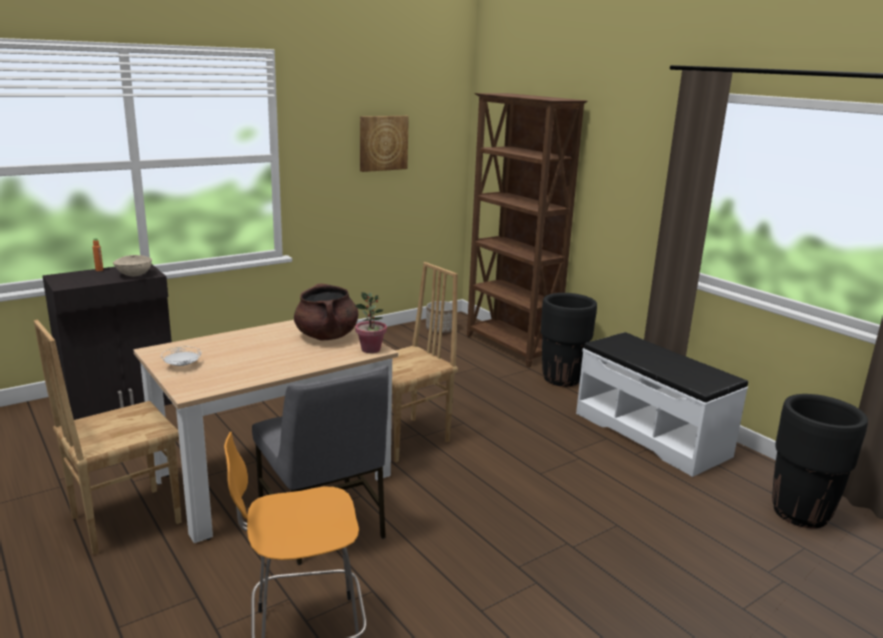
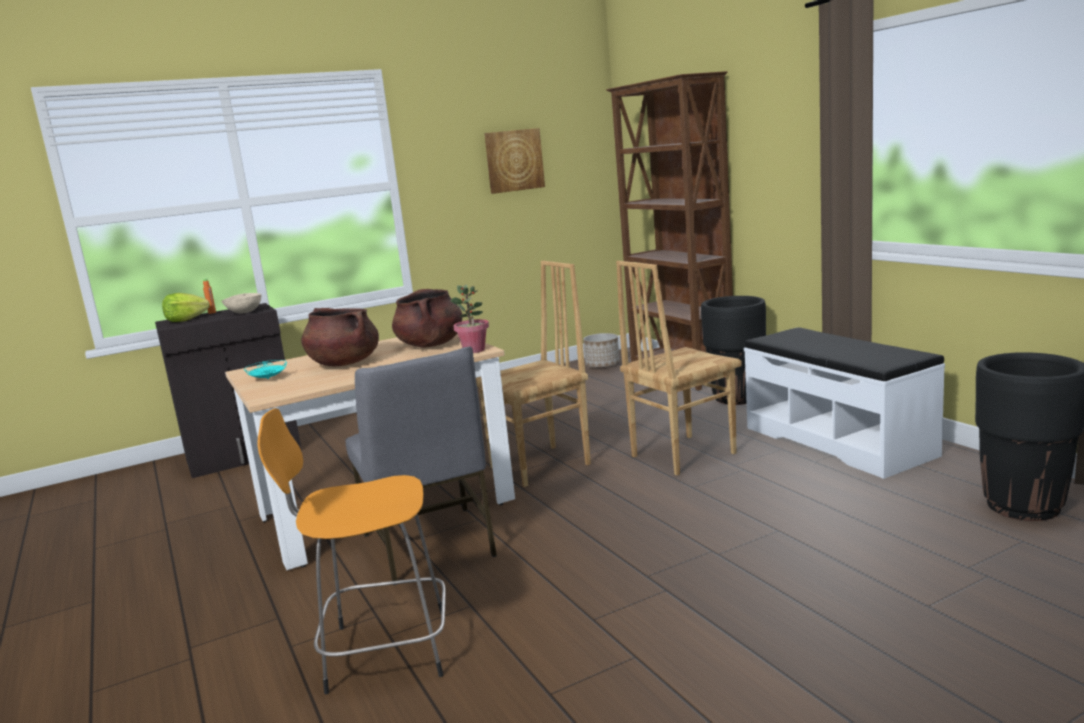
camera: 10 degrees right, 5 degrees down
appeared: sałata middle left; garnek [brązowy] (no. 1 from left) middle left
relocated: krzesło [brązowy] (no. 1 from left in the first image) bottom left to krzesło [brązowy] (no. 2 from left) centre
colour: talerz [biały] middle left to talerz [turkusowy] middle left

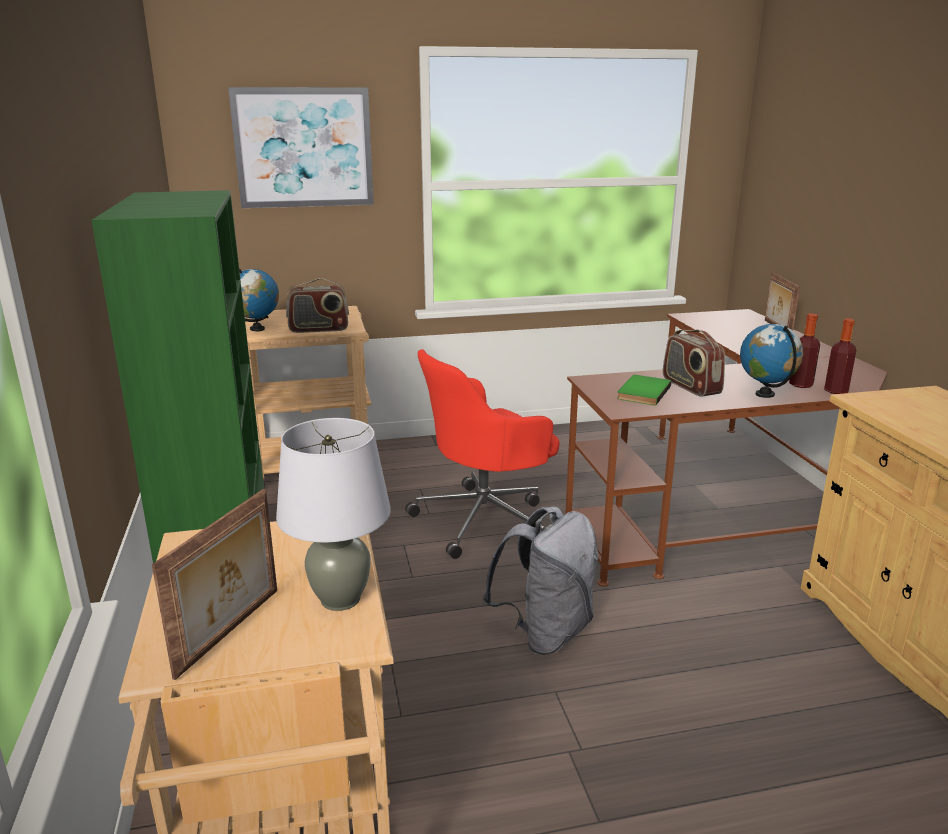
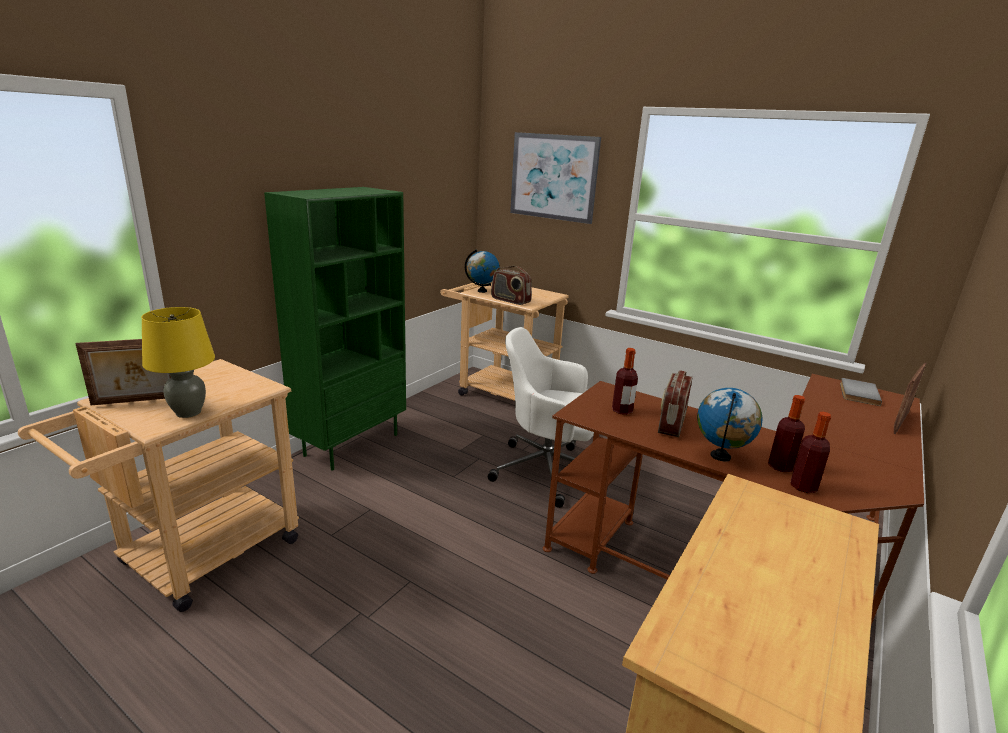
camera: 45 degrees right, 0 degrees up
missing: plecak [szary] bottom centre
appeared: książka [szary] middle right
exchanged: książka [zielony] middle right to butelka (no. 1 from left) centre
colour: lampa stołowa [szary] centre to lampa stołowa [żółty] middle left; krzesło biurowe [czerwony] centre to krzesło biurowe [biały] centre

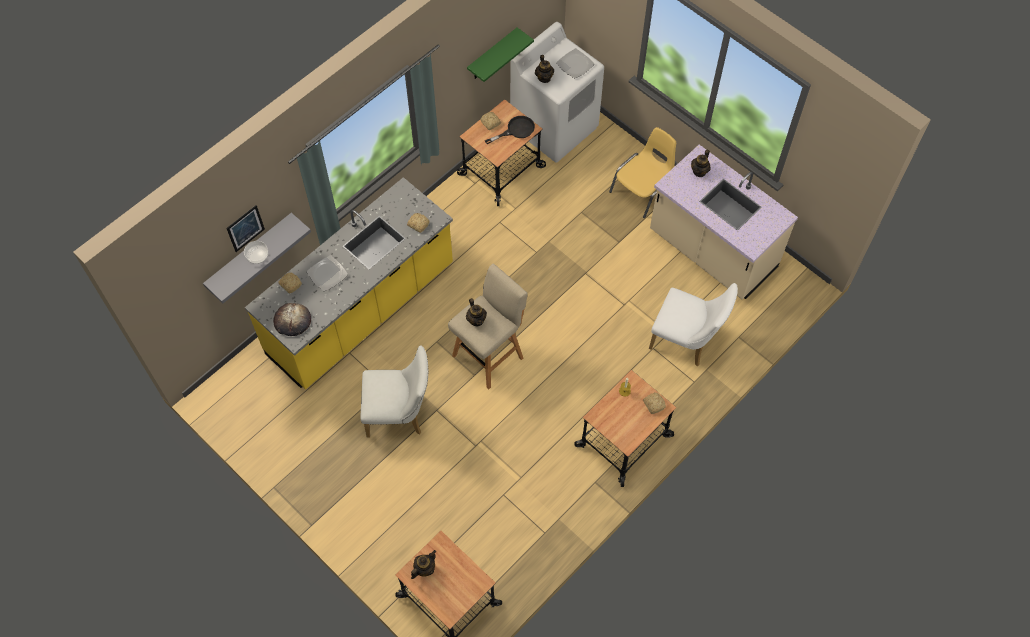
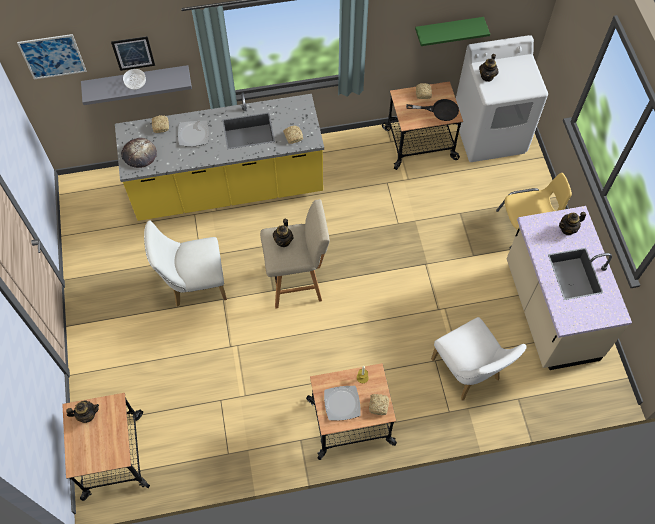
camera: 35 degrees right, 0 degrees up
appeared: obraz (no. 1 from left) top left
relocated: talerz (no. 2 from left) top centre to bottom centre
spun: krzesło [biały] (no. 1 from left) centre = middle left 135 degrees clockwise

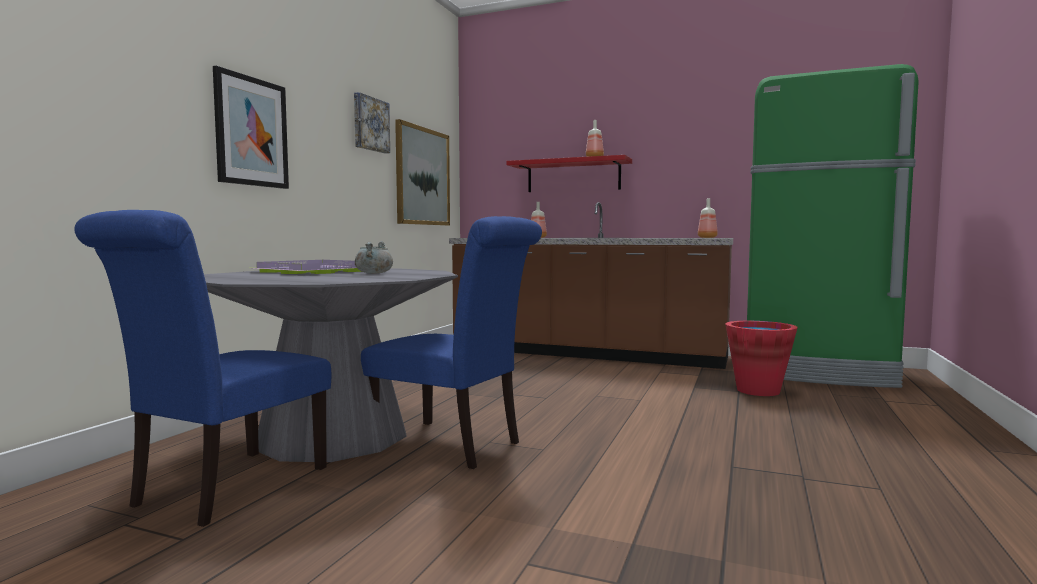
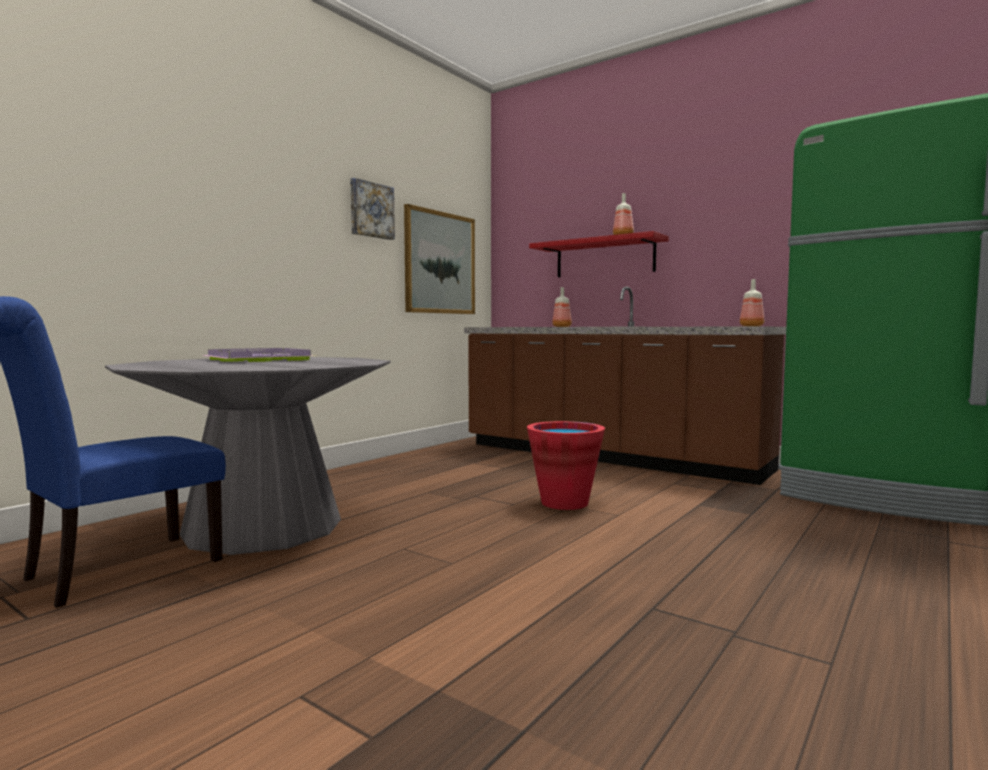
camera: 15 degrees right, 0 degrees up
missing: obraz (no. 1 from left) top left; garnek [szary] centre; krzesło [niebieski] (no. 2 from left) centre
relocated: wiadro [czerwony] middle right to centre

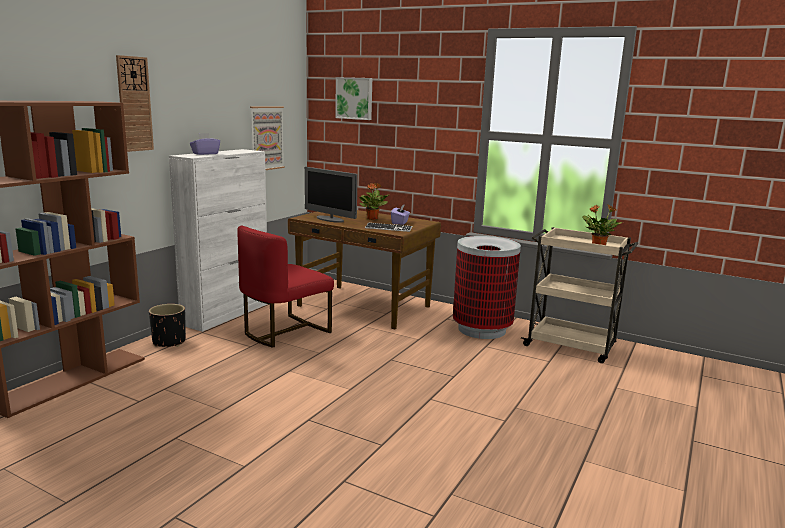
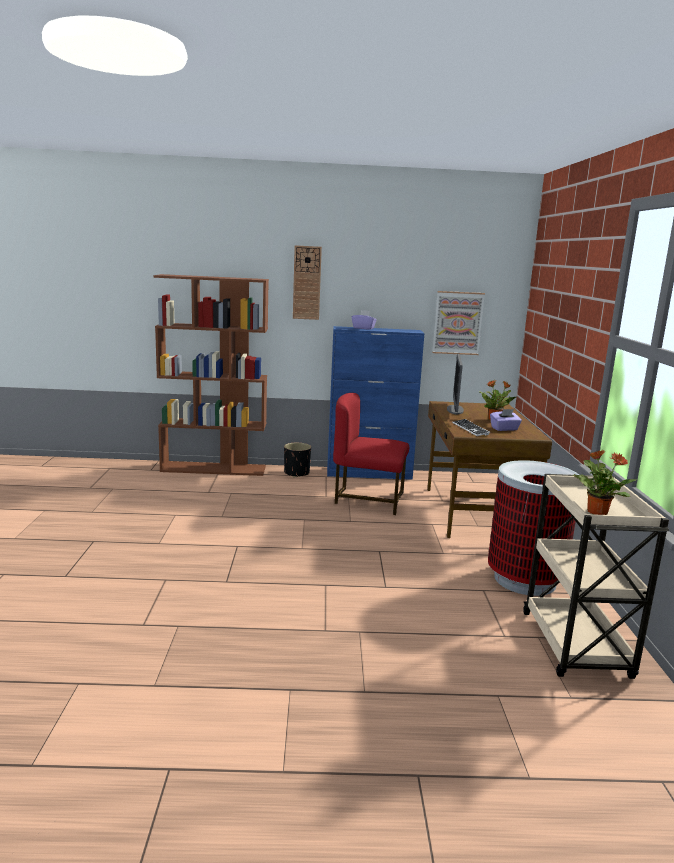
camera: 60 degrees right, 0 degrees up
missing: obraz (no. 2 from left) top centre
colour: szafka [biały] middle left to szafka [niebieski] centre

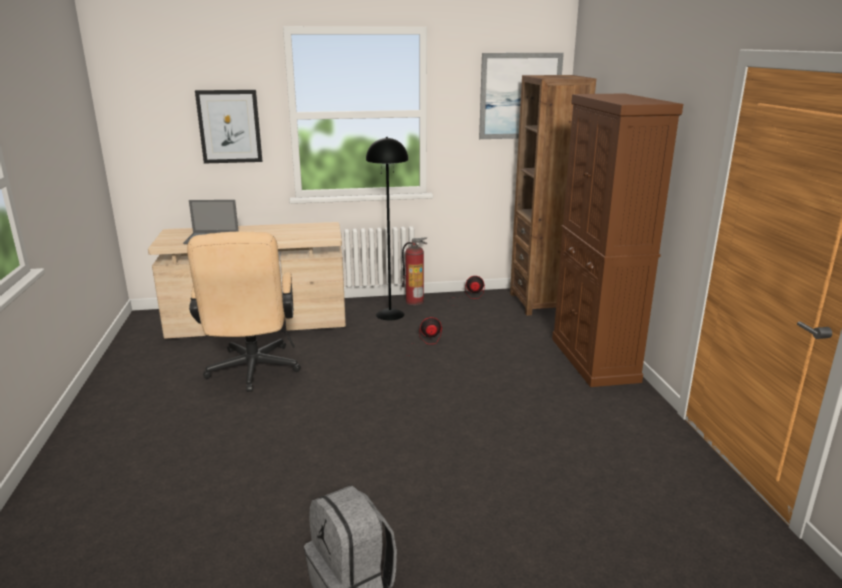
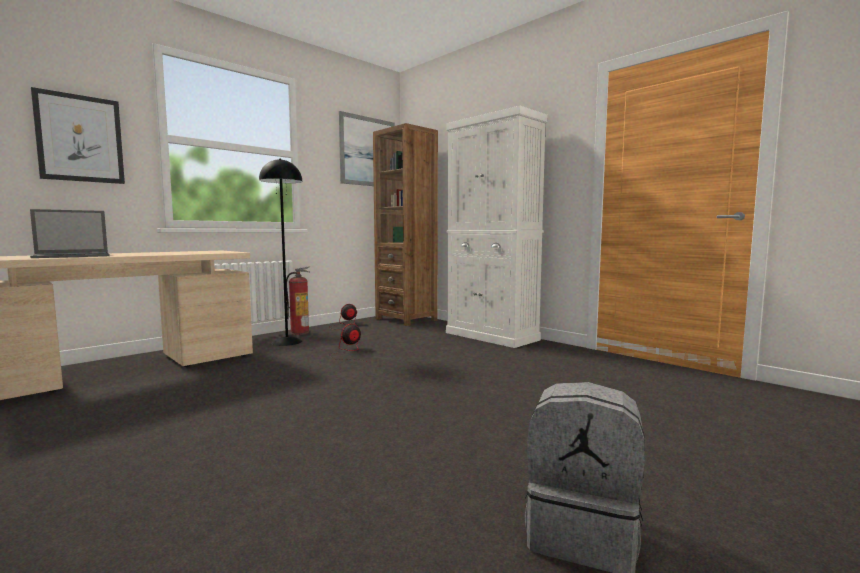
camera: 35 degrees left, 15 degrees down
missing: krzesło biurowe [beżowy] middle left
colour: szafka [brązowy] middle right to szafka [biały] centre

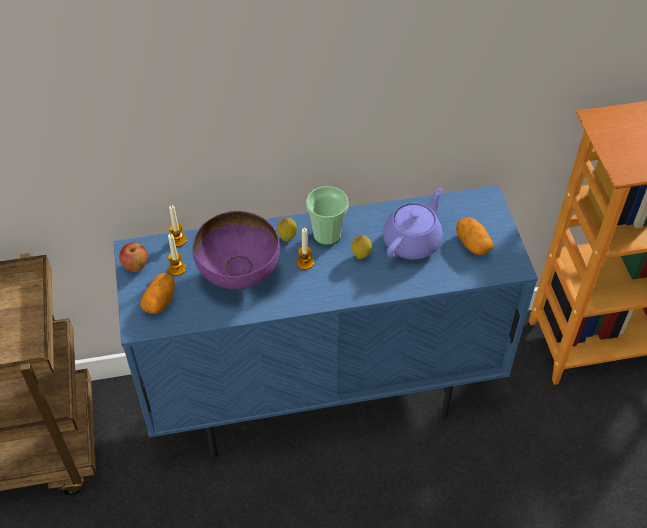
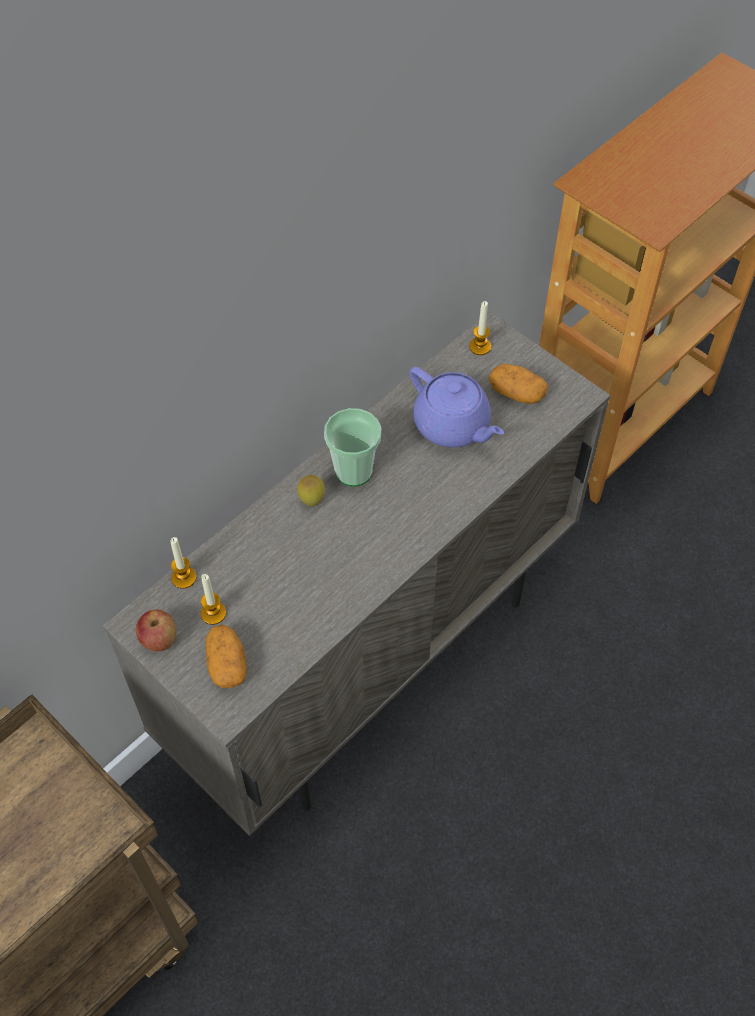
camera: 35 degrees left, 5 degrees up
missing: miska [fioletowy] centre; cytryna (no. 2 from left) centre
relocated: świeca (no. 3 from left) centre to top centre
colour: szafka [niebieski] centre to szafka [beżowy] centre
spun: imbryk [fioletowy] centre = centre 135 degrees clockwise

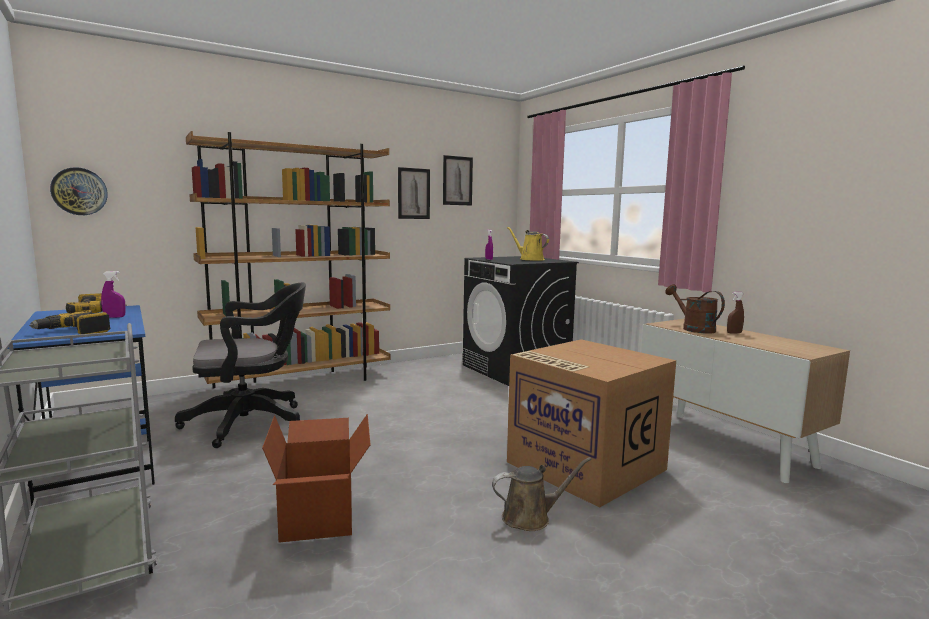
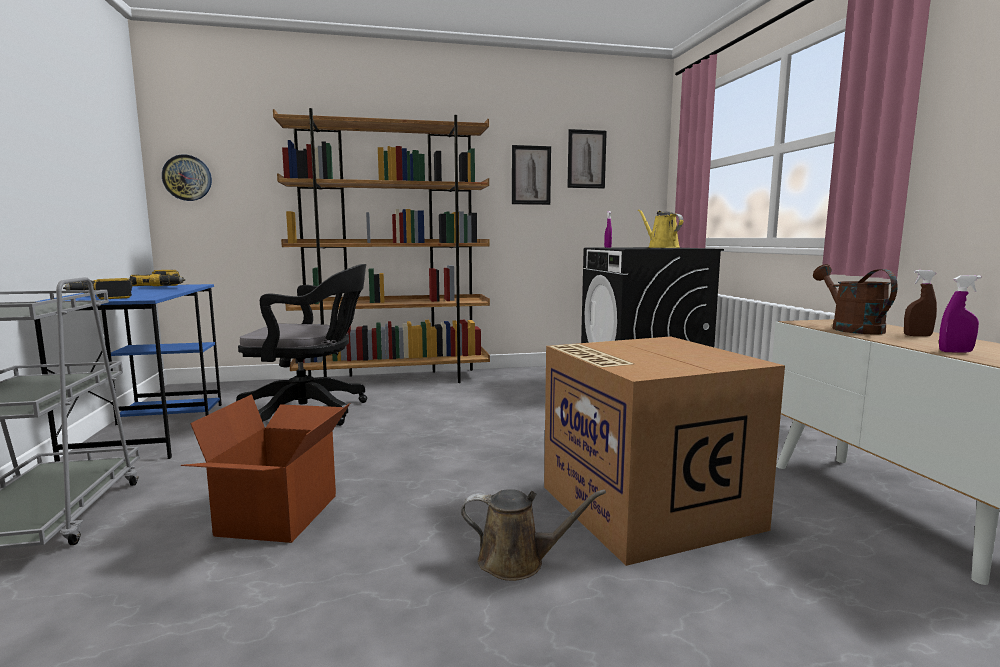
camera: 20 degrees right, 0 degrees up
relocated: spryskiwacz [fioletowy] (no. 1 from left in the first image) middle left to spryskiwacz [fioletowy] (no. 2 from left) middle right

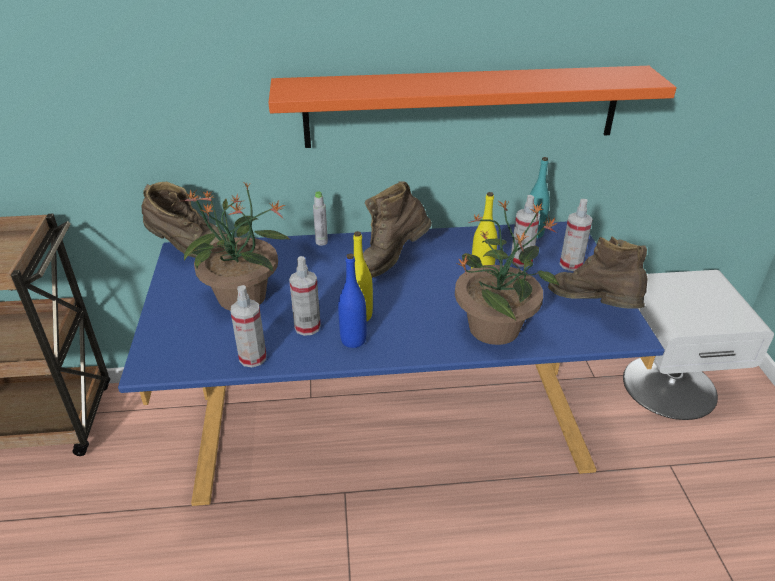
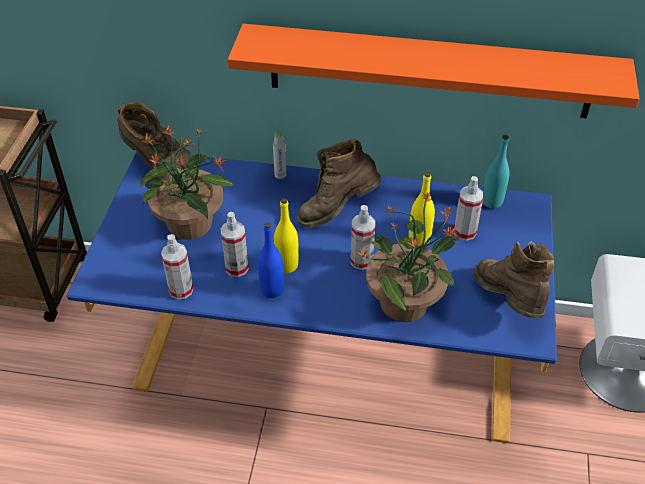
camera: 15 degrees right, 10 degrees up
relocated: spryskiwacz (no. 4 from left in the first image) middle right to spryskiwacz (no. 3 from left) centre

